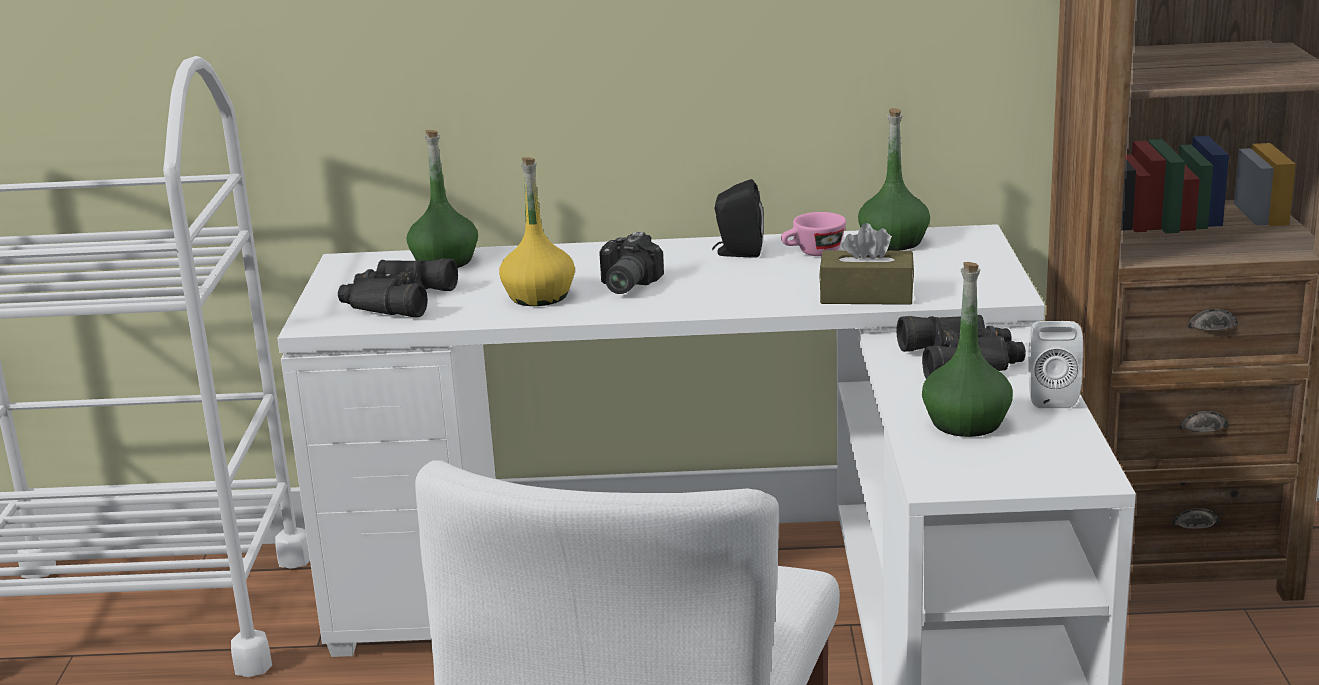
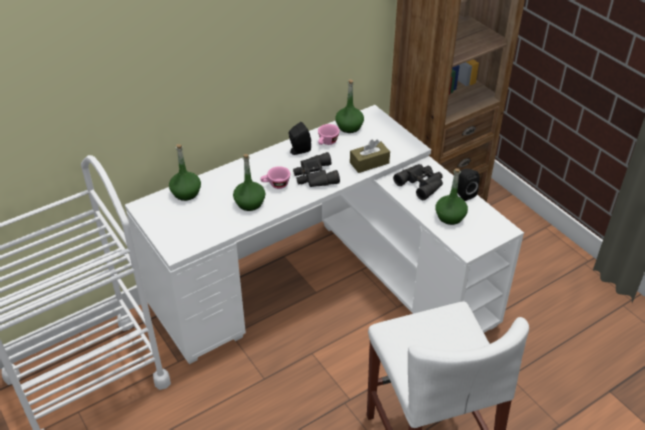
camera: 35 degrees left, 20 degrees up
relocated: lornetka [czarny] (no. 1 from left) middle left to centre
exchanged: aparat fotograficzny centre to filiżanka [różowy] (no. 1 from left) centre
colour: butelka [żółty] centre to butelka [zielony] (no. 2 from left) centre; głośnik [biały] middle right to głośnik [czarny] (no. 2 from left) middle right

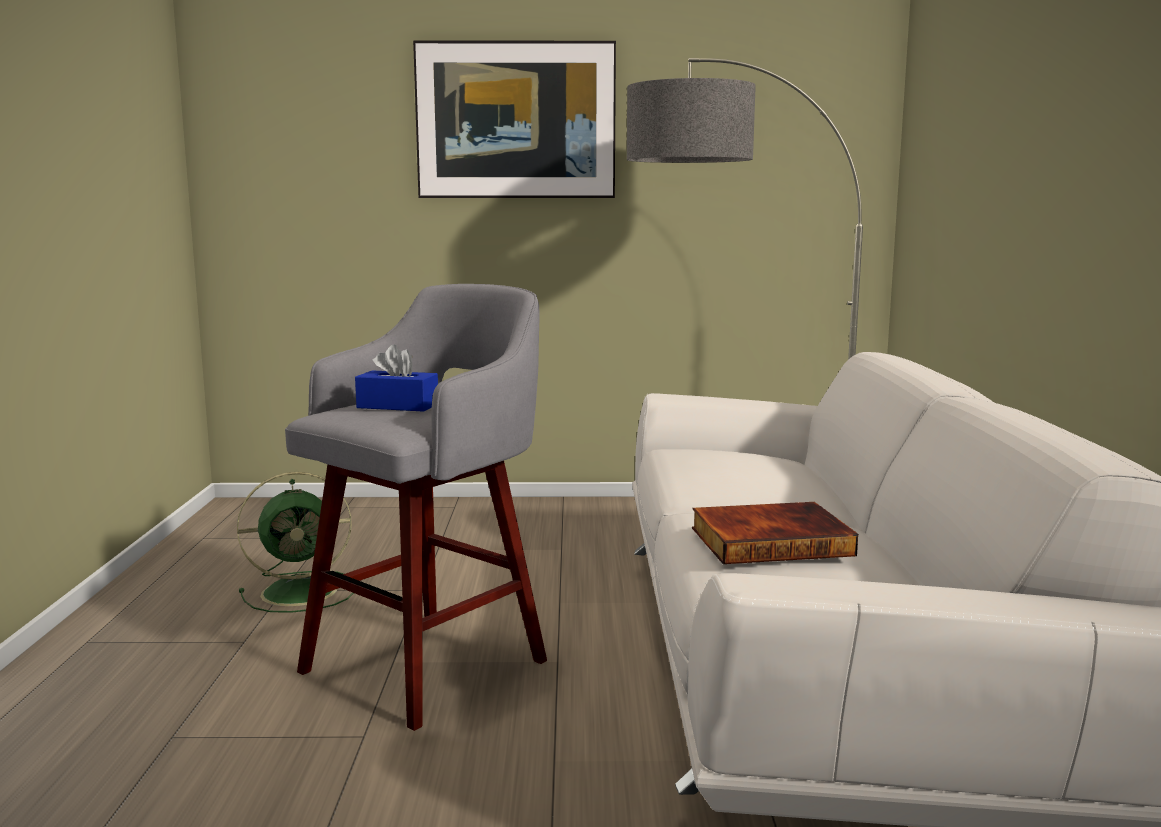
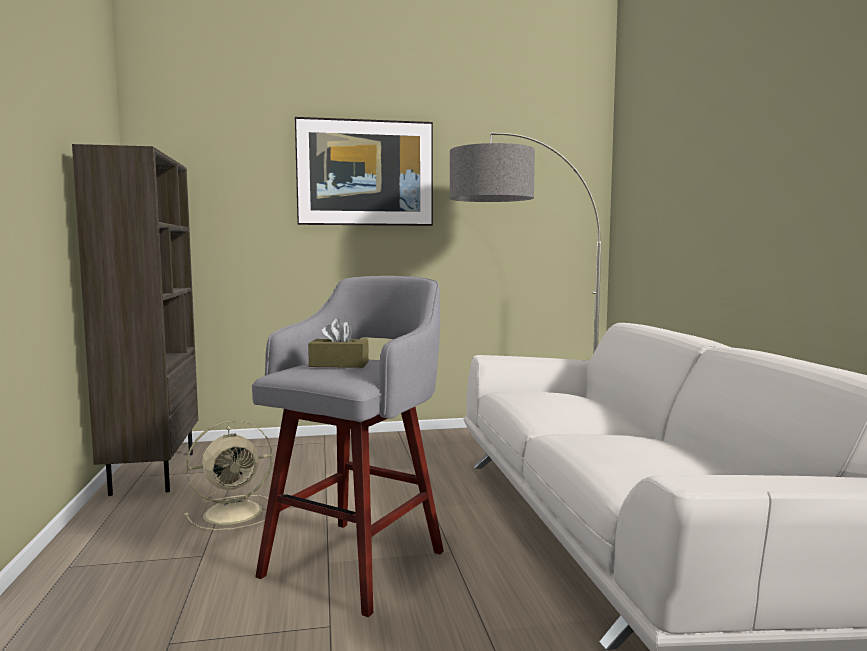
camera: 10 degrees left, 5 degrees down
missing: książka middle right
appeared: regał [brązowy] middle left
colour: wentylator [zielony] middle left to wentylator [beżowy] bottom left; pudełko chusteczek [niebieski] centre to pudełko chusteczek [brązowy] centre

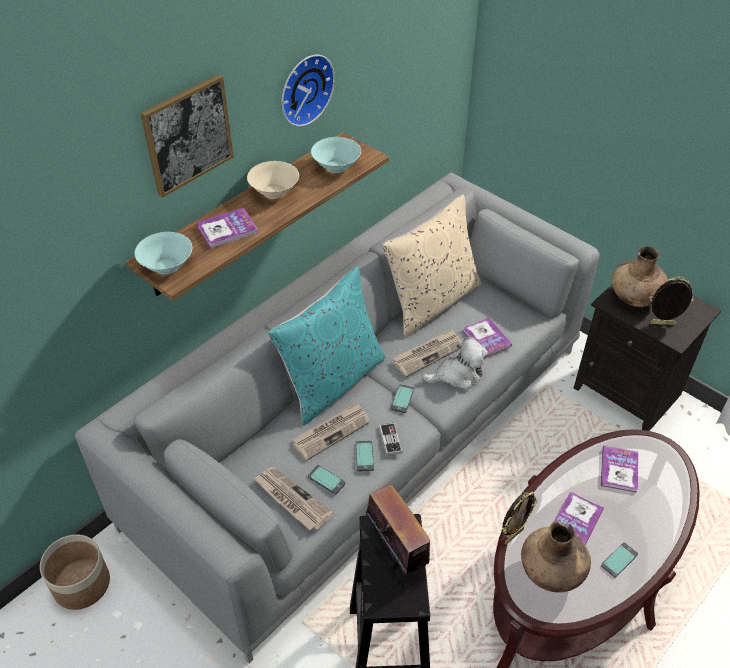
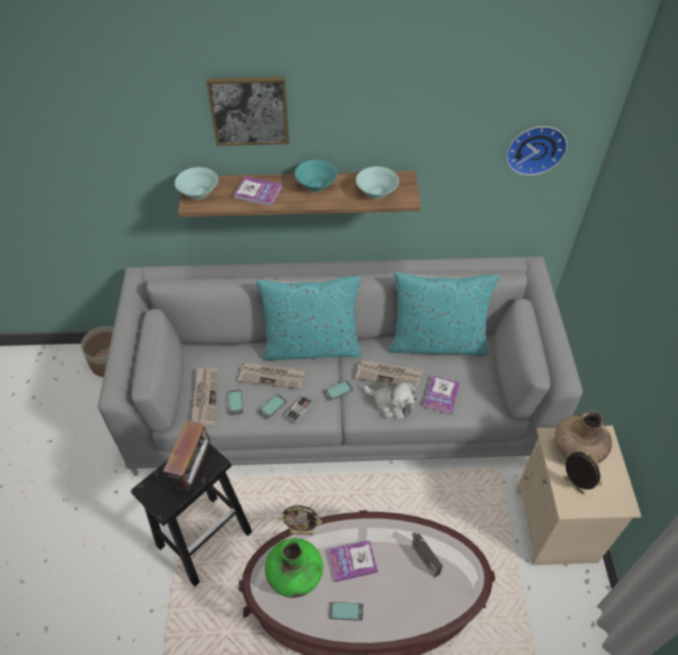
camera: 45 degrees right, 5 degrees up
relocated: zegar ścienny top centre to top right
exchanged: książka (no. 4 from left) bottom right to radio (no. 2 from left) bottom centre
colour: miska [beżowy] top centre to miska [turkusowy] (no. 2 from left) top centre; poduszka [beżowy] centre to poduszka [turkusowy] (no. 2 from left) centre; wazon [brązowy] (no. 1 from left) bottom right to wazon [zielony] bottom centre; szafka nocna [czarny] middle right to szafka nocna [beżowy] bottom right

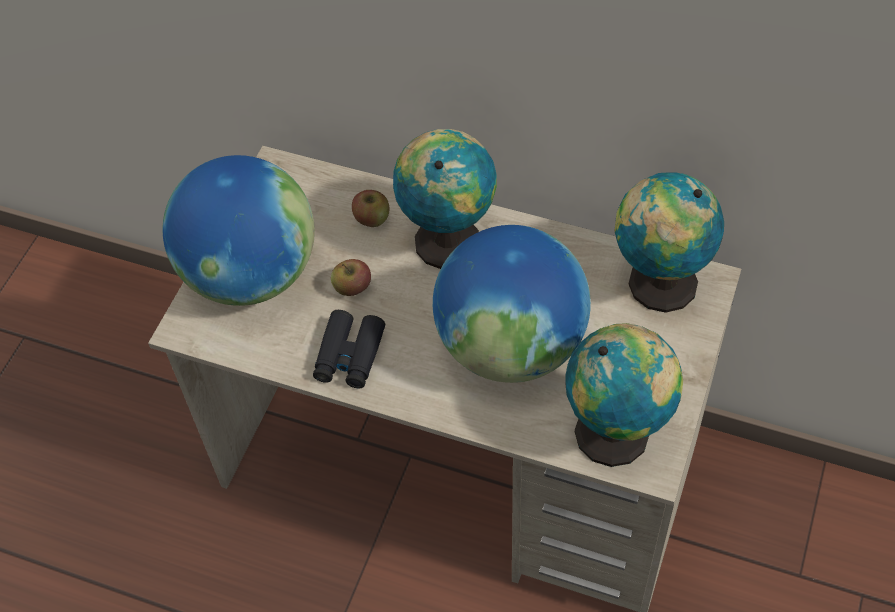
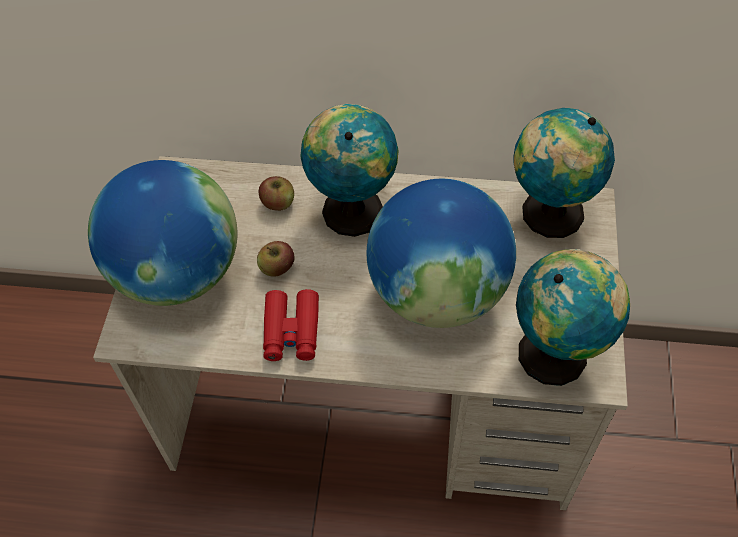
camera: 15 degrees left, 0 degrees up
colour: lornetka [czarny] centre to lornetka [czerwony] centre

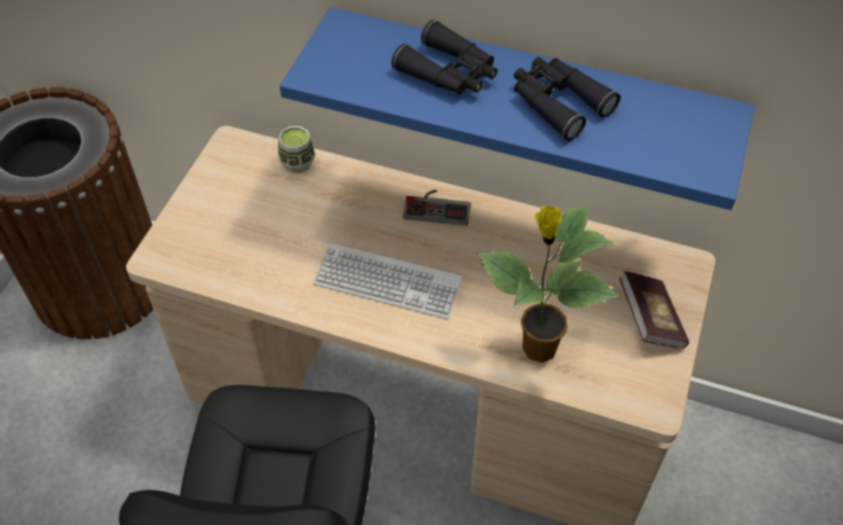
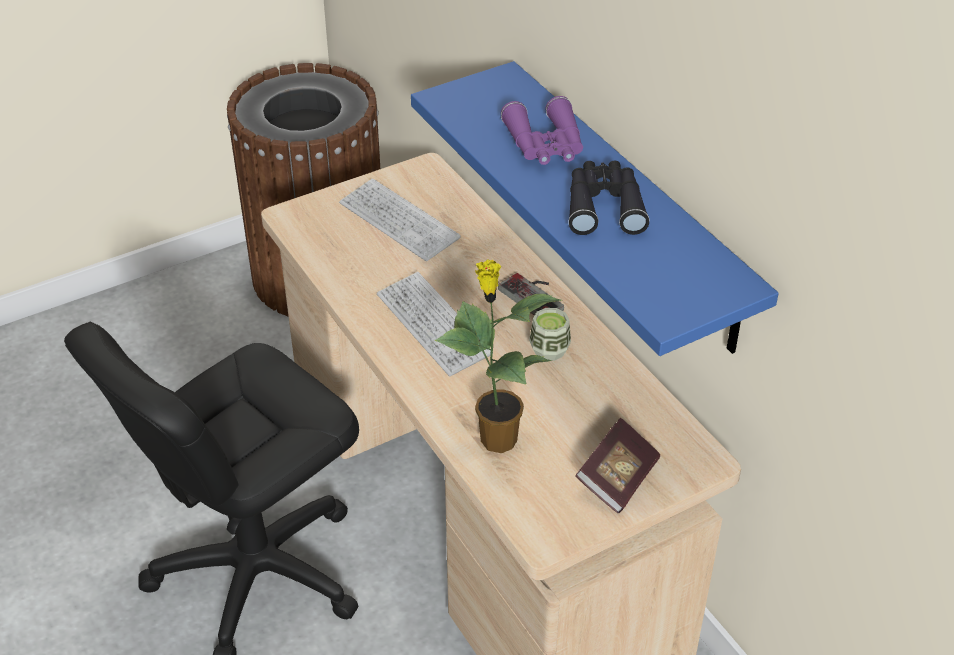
camera: 40 degrees right, 10 degrees down
appeared: klawiatura (no. 1 from left) centre
relocated: filiżanka top centre to centre
colour: lornetka [czarny] (no. 1 from left) top centre to lornetka [fioletowy] top centre

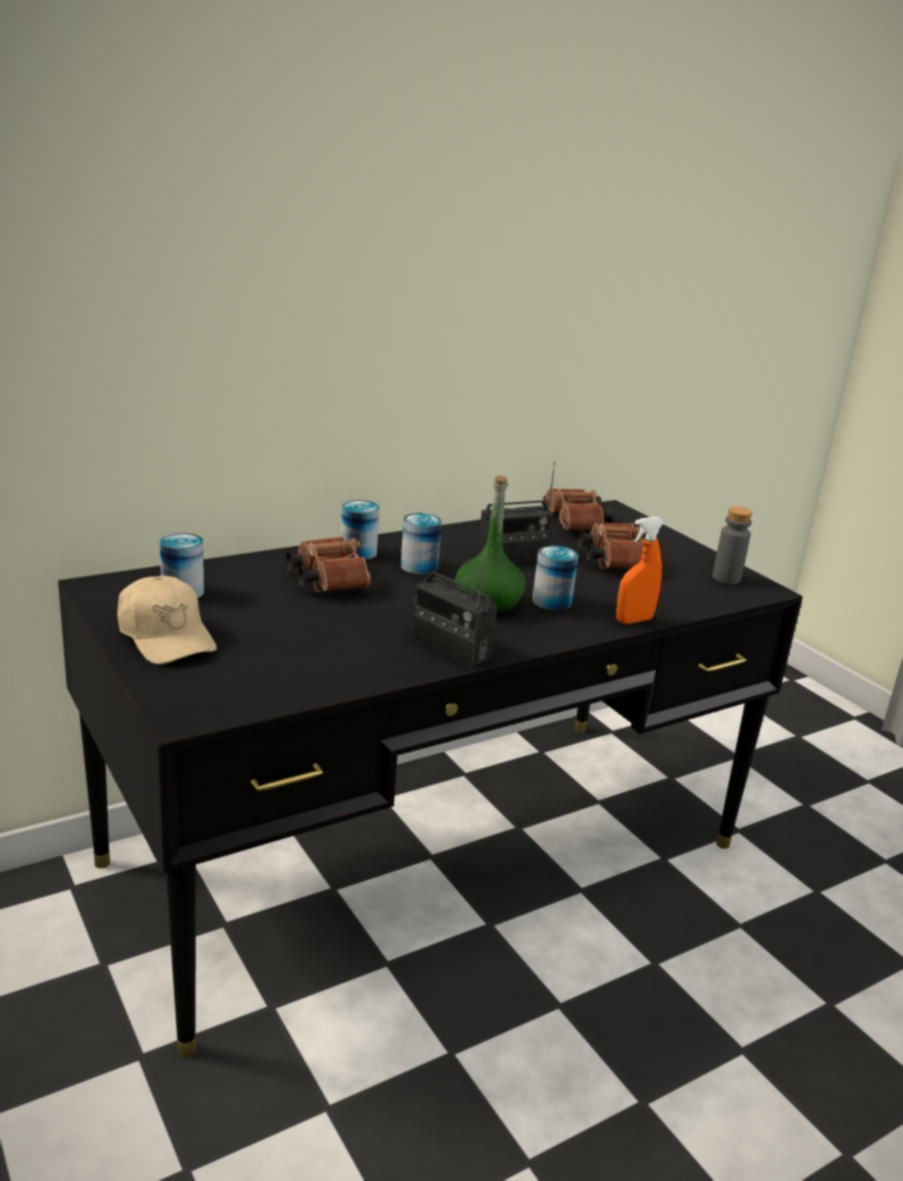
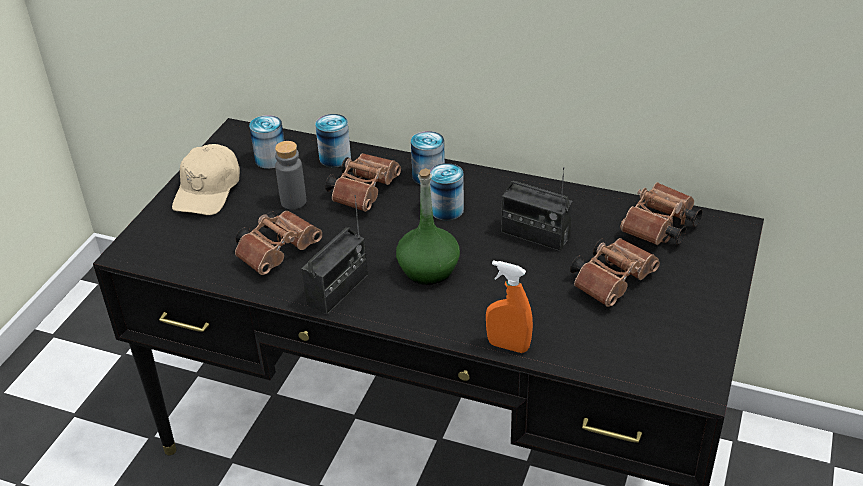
camera: 55 degrees right, 15 degrees up
appeared: lornetka [brązowy] (no. 1 from left) middle left
relocated: puszka (no. 4 from left in the first image) centre to puszka (no. 2 from left) top centre; butelka [szary] middle right to centre
spun: radio (no. 1 from left) centre = centre 150 degrees counterclockwise

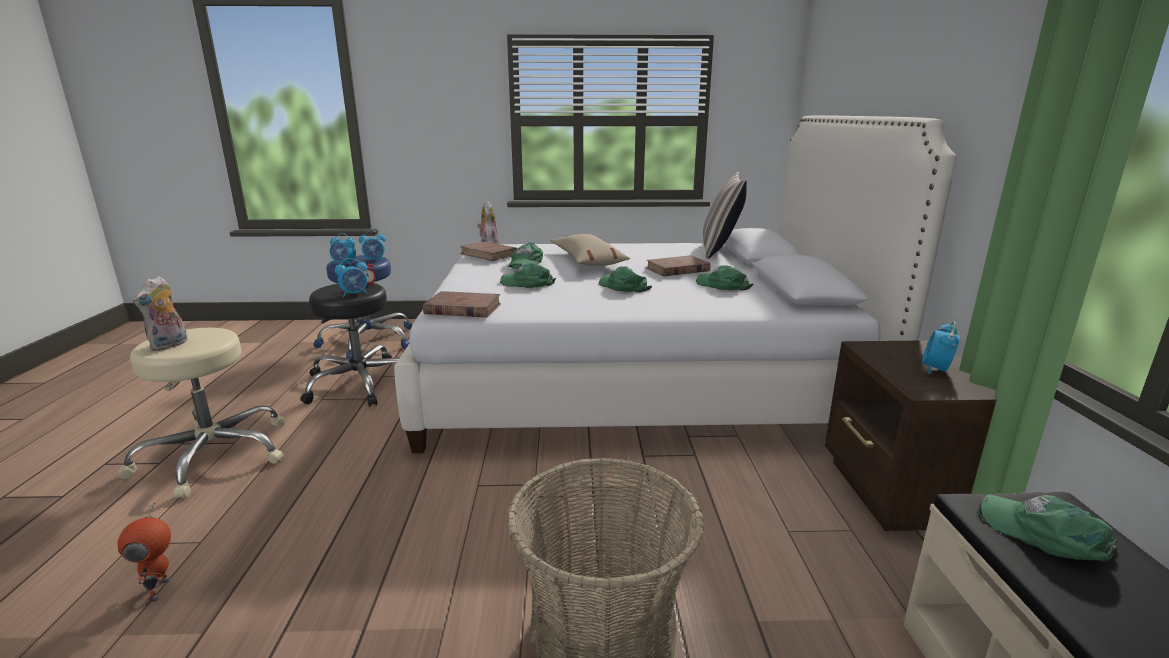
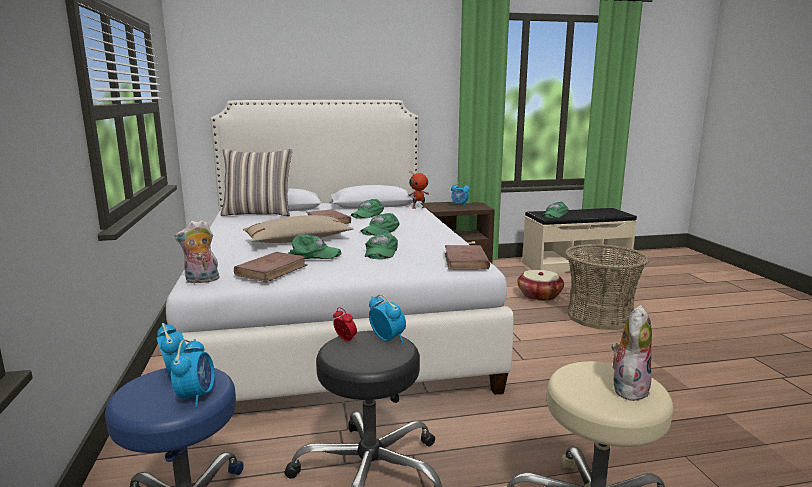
camera: 100 degrees left, 5 degrees down
appeared: koszyk (no. 1 from left) centre
relocated: robot zabawkowy bottom left to centre
spun: pluszak (no. 1 from left in the first image) middle left = bottom right 60 degrees counterclockwise

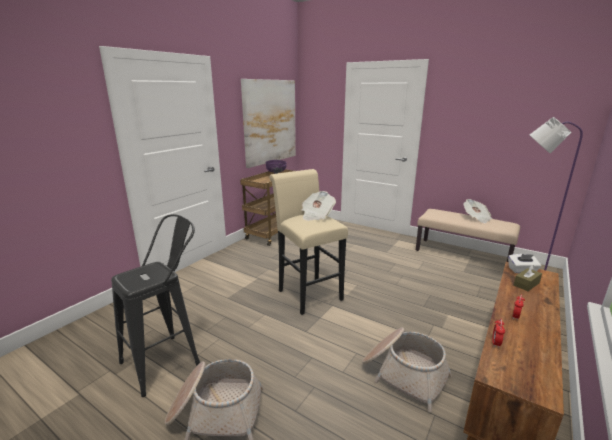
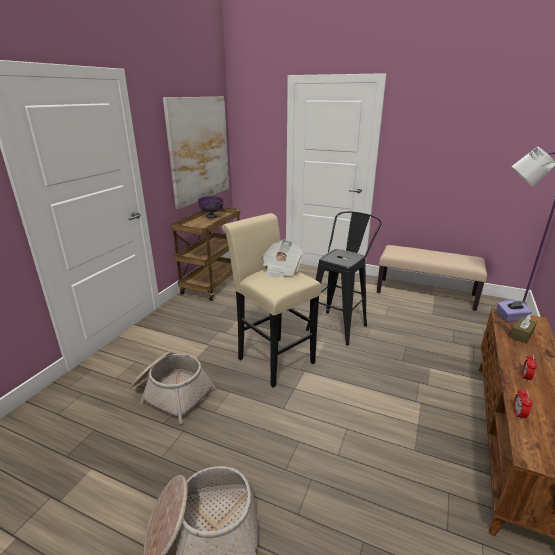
camera: 10 degrees left, 5 degrees up
missing: gazeta (no. 2 from left) middle right
relocated: stołek [czarny] bottom left to centre; koszyk (no. 2 from left in the first image) bottom centre to koszyk (no. 1 from left) bottom left
colour: pudełko chusteczek [biały] middle right to pudełko chusteczek [fioletowy] middle right

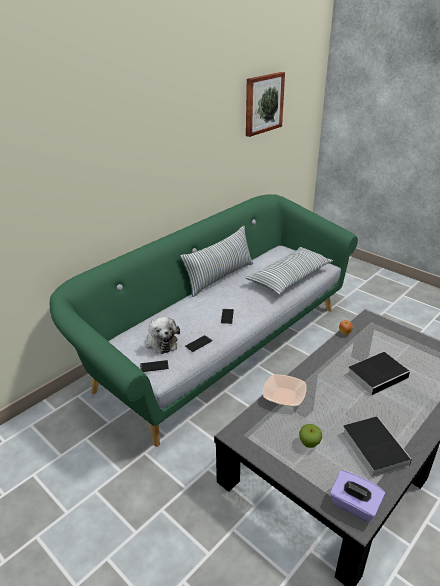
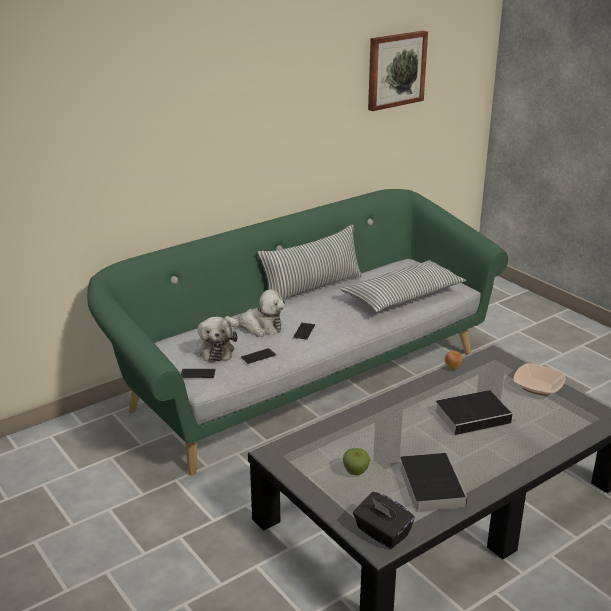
camera: 10 degrees right, 5 degrees down
appeared: pluszak (no. 2 from left) centre
relocated: miska centre to middle right
colour: pudełko chusteczek [fioletowy] bottom right to pudełko chusteczek [czarny] bottom centre

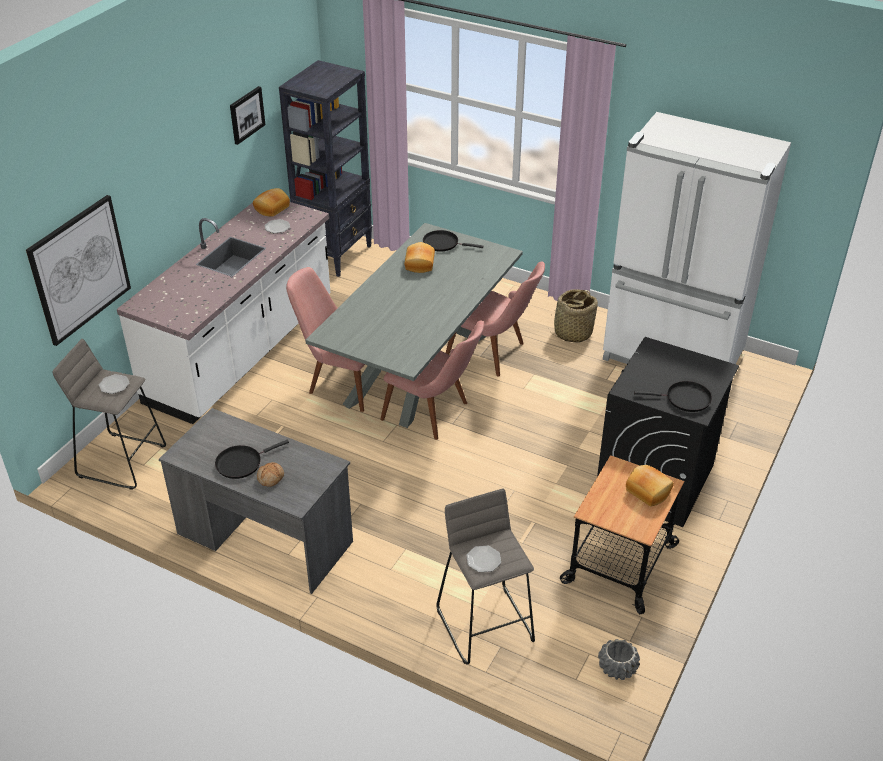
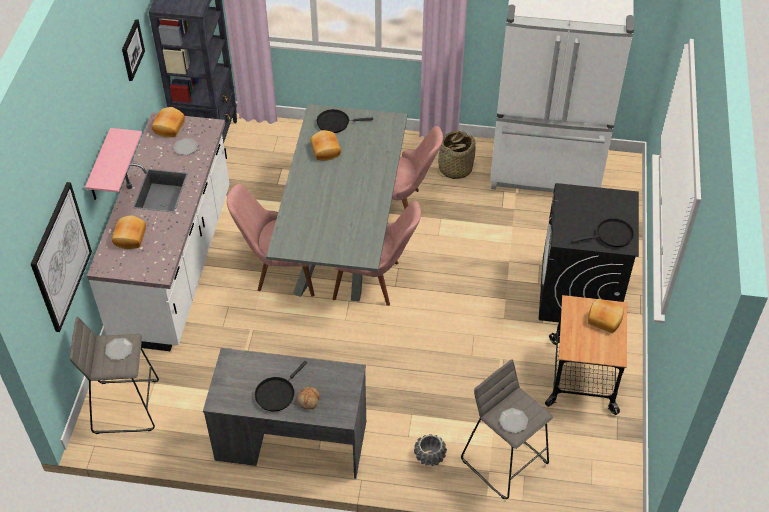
camera: 20 degrees left, 10 degrees up
appeared: półka [różowy] top left; chleb (no. 1 from left) middle left
relocated: donica [szary] bottom right to bottom centre

